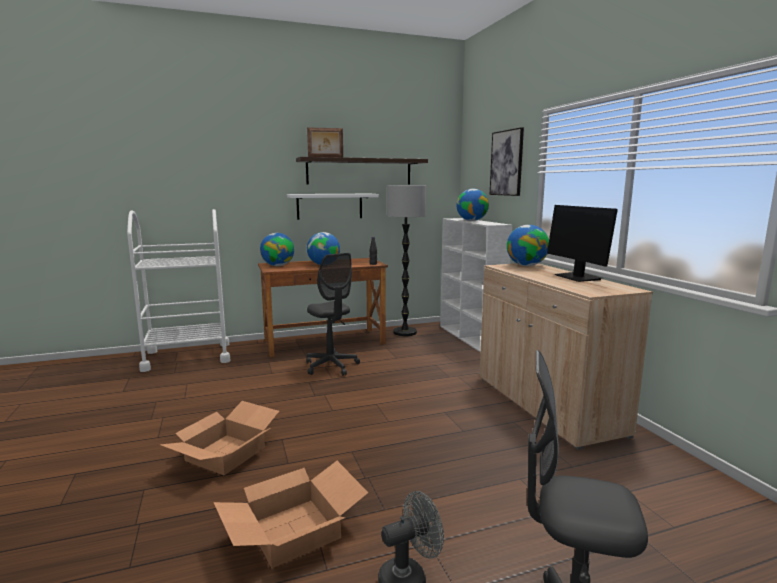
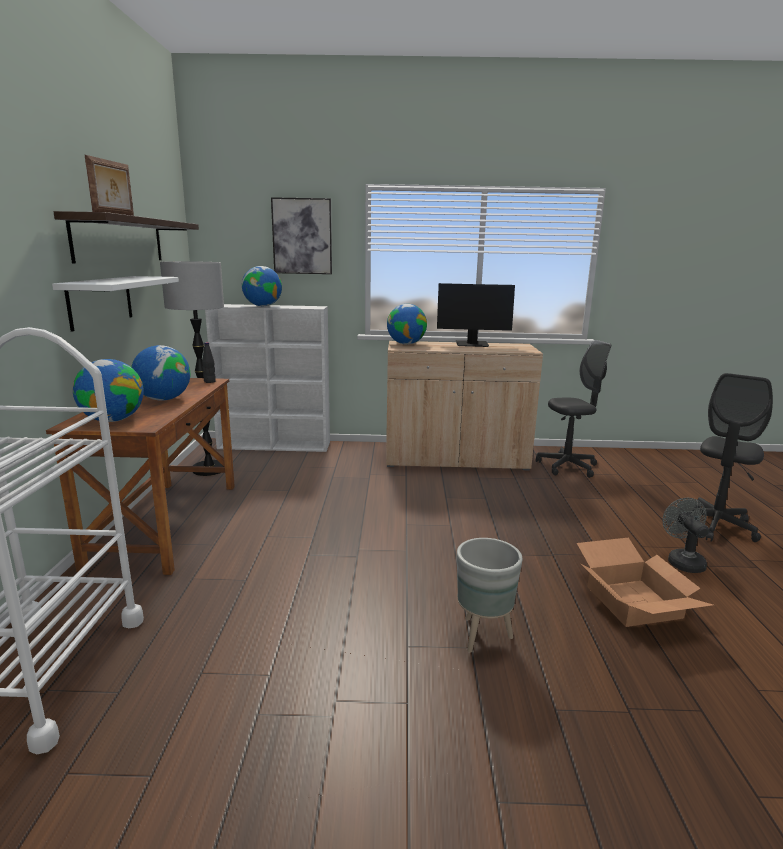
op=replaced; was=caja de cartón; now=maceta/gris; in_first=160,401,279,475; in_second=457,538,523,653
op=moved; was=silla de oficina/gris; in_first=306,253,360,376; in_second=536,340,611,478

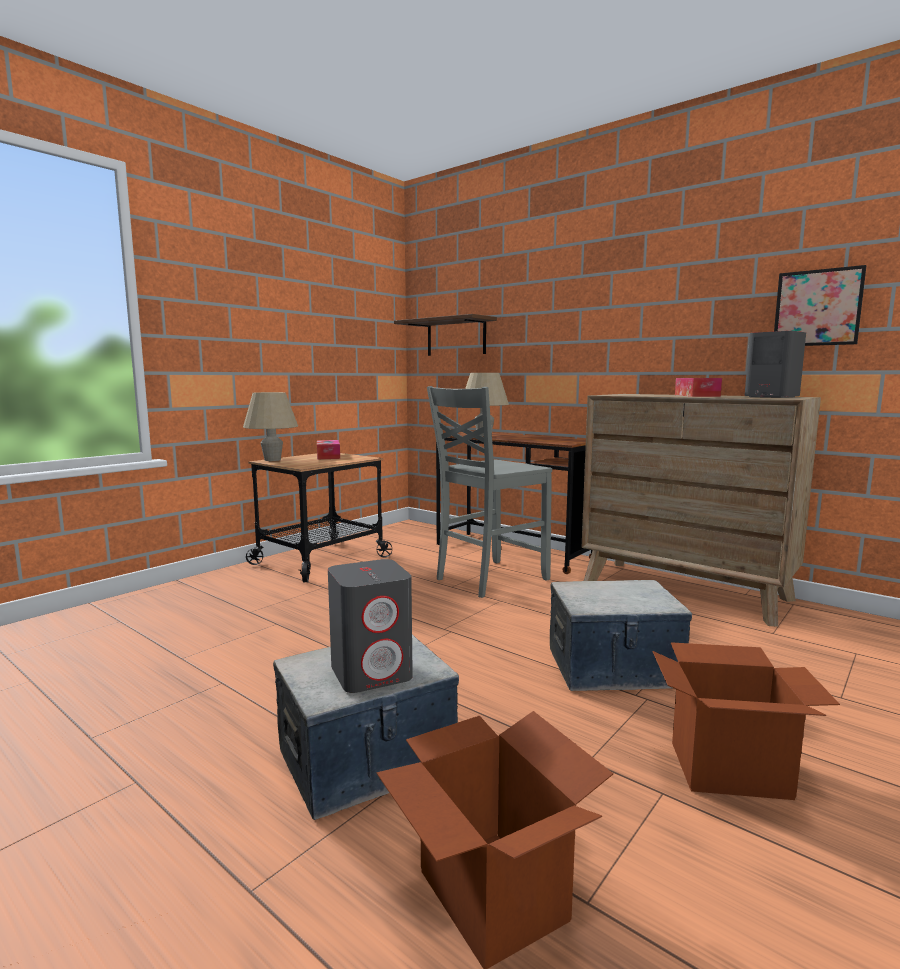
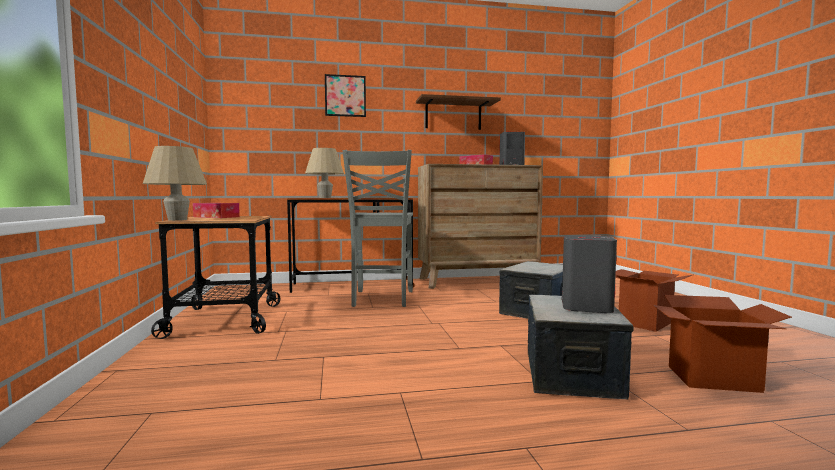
op=moved; was=cuadro; in_first=774,265,867,346; in_second=325,74,366,117
op=moved; was=estante/marrón; in_first=394,314,497,356; in_second=416,94,501,130

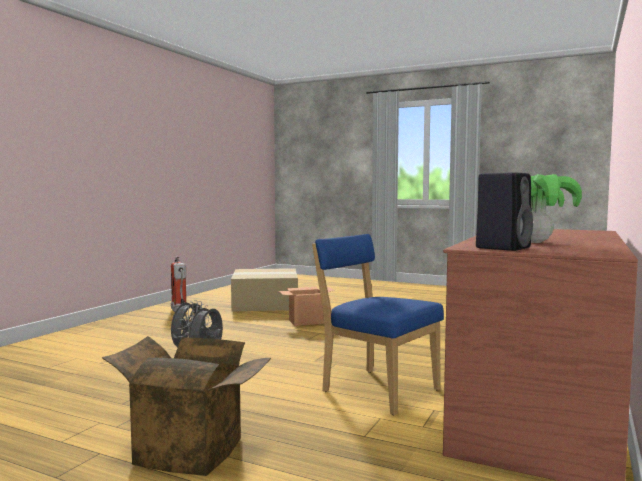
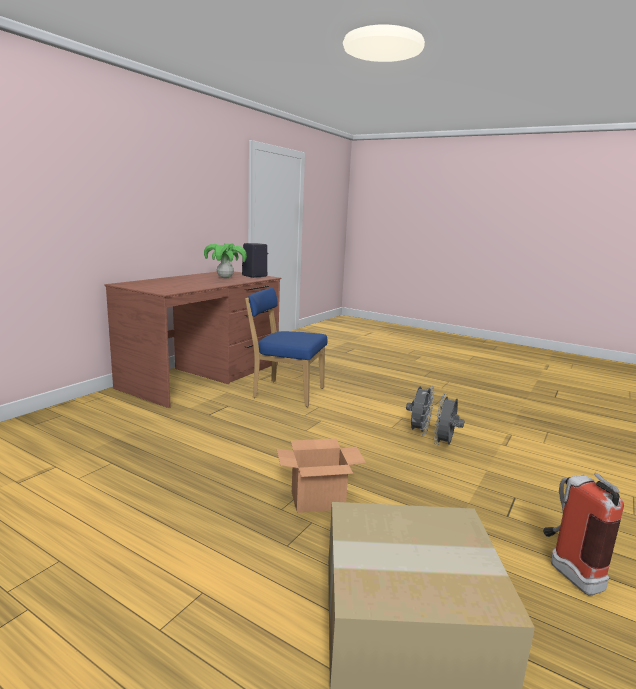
op=turned; was=silla/azul; in_first=312,234,444,416; in_second=245,288,327,407; clockwise=150
op=removed; was=caja de cartón; in_first=102,336,271,476

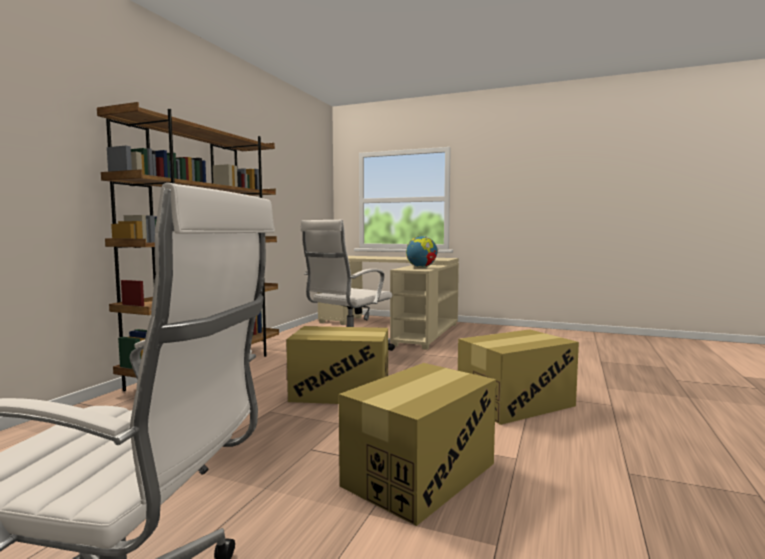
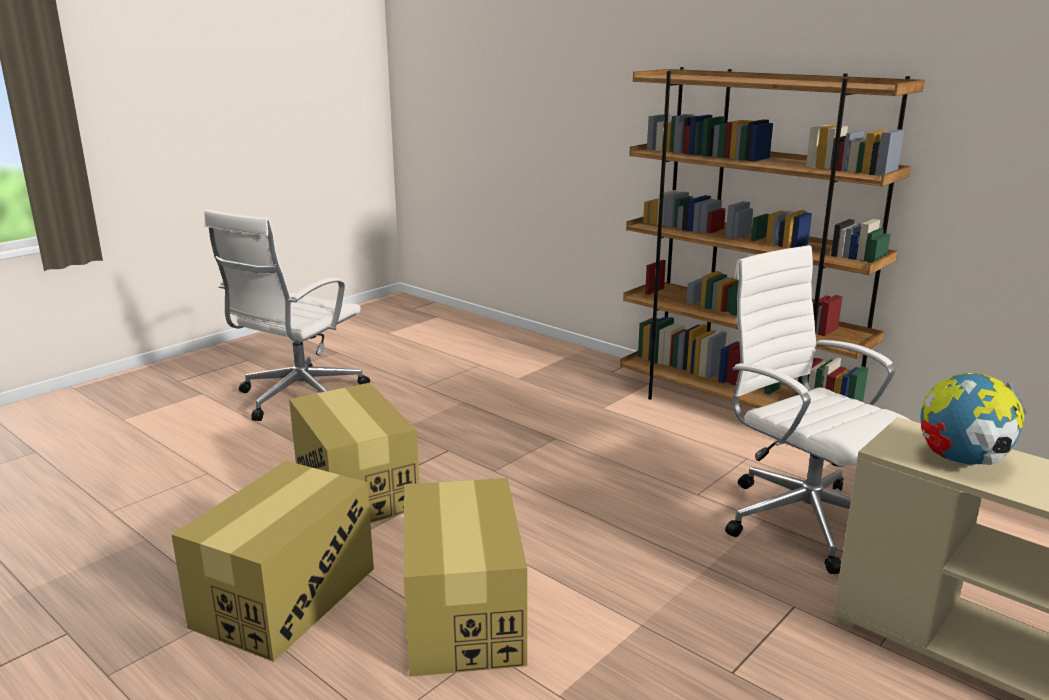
op=moved; was=caja de cartón; in_first=286,326,388,404; in_second=171,461,374,662

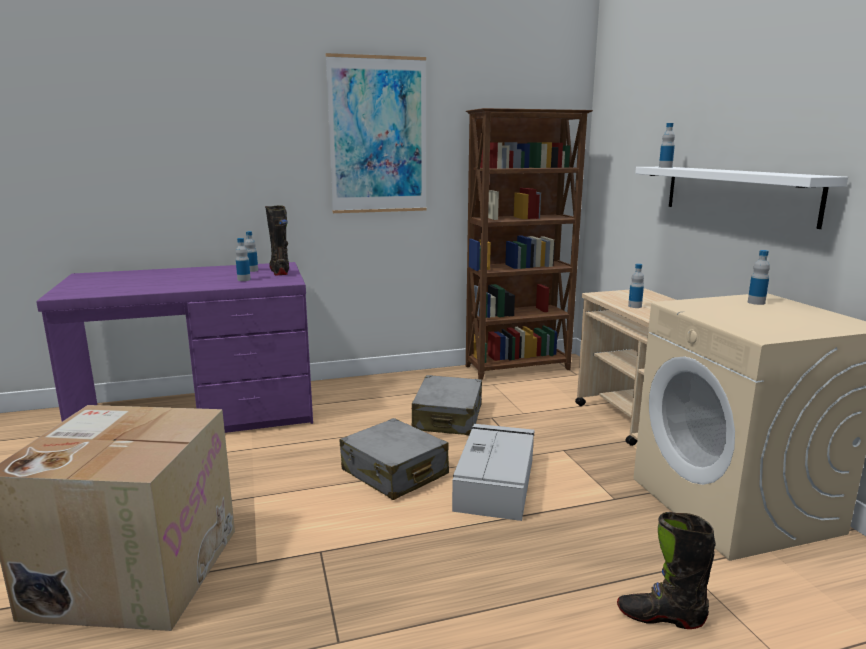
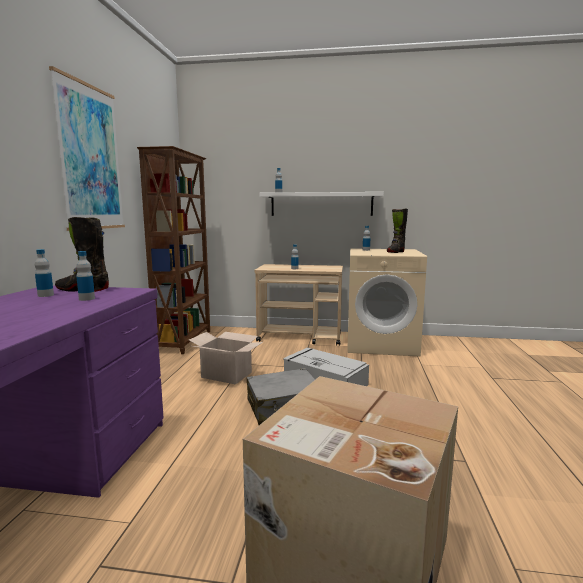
op=replaced; was=maleta/gris; now=caja de cartón; in_first=412,375,482,435; in_second=189,332,263,385
op=moved; was=bota/negro; in_first=617,512,716,629; in_second=387,209,408,253

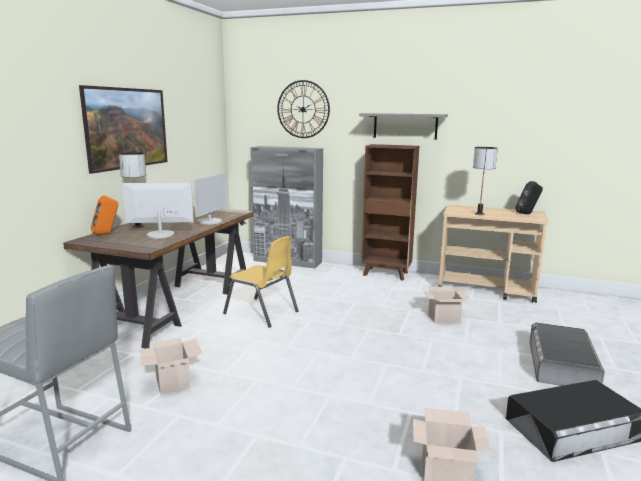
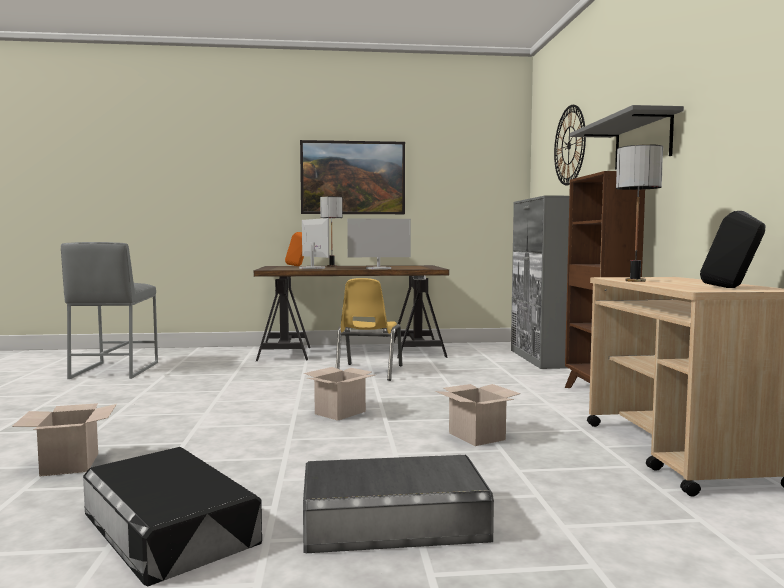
op=moved; was=caja de cartón; in_first=139,338,202,395; in_second=304,367,375,421

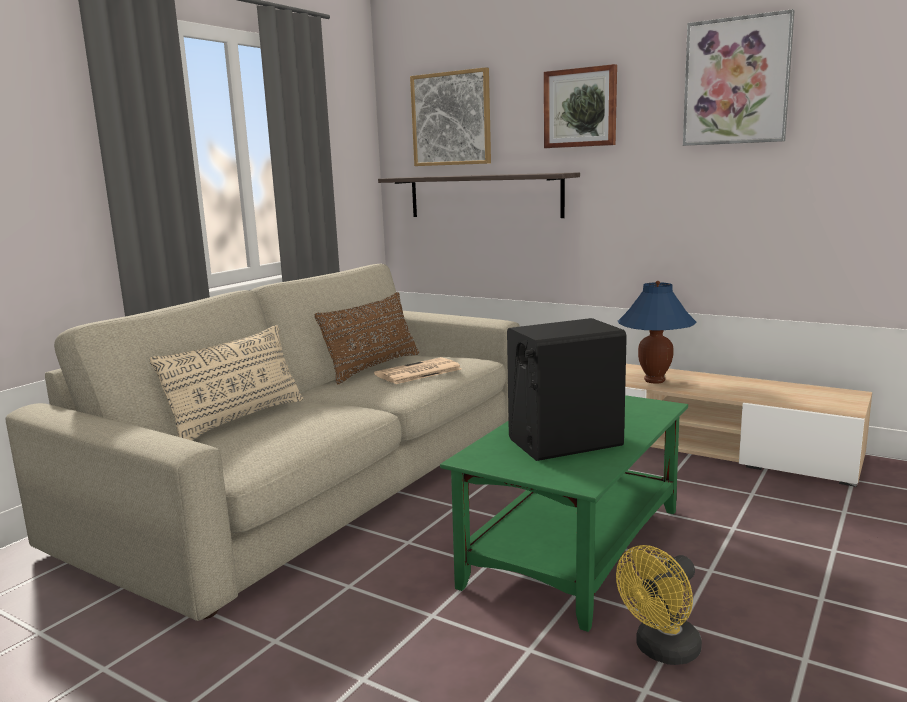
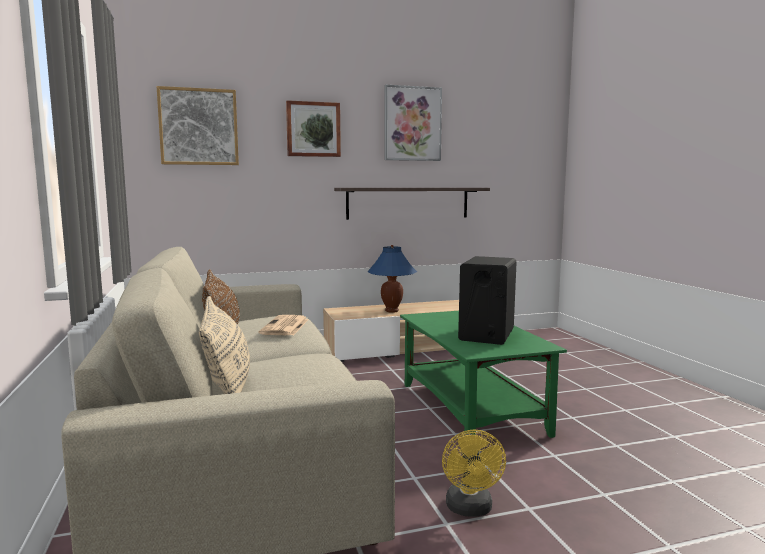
op=moved; was=estante; in_first=378,172,580,218; in_second=334,188,490,220
op=moved; was=ventilador/amarillo; in_first=616,545,702,665; in_second=442,430,506,517

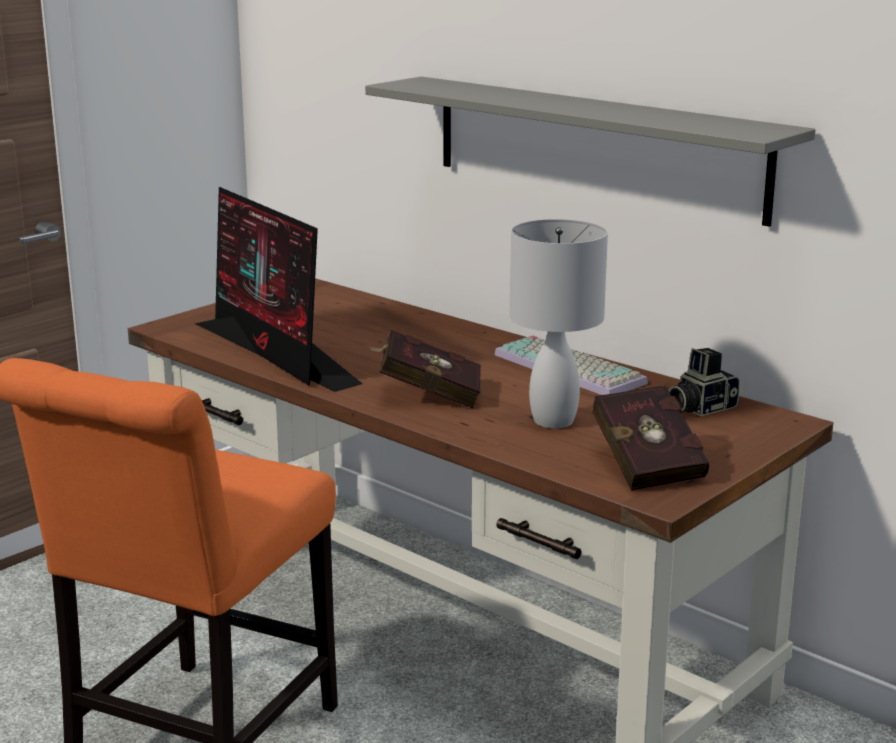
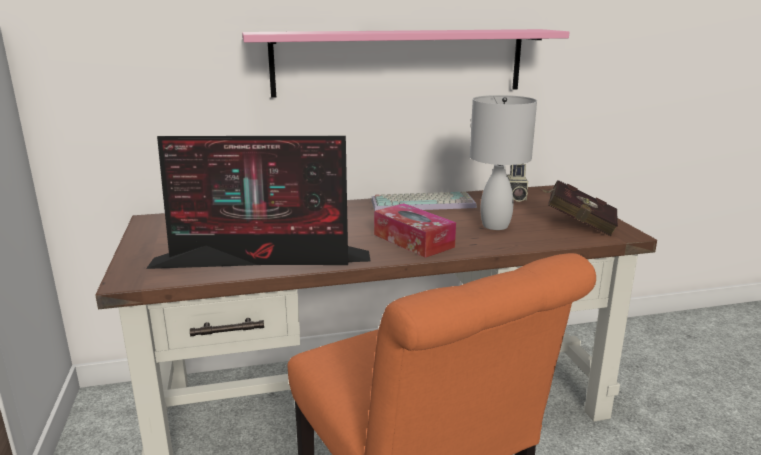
op=recoloured; was=estante/gris; now=estante/rosa; in_first=365,76,815,227; in_second=242,29,569,98
op=replaced; was=libro/rojo; now=caja de pañuelos; in_first=366,330,481,408; in_second=374,203,456,258

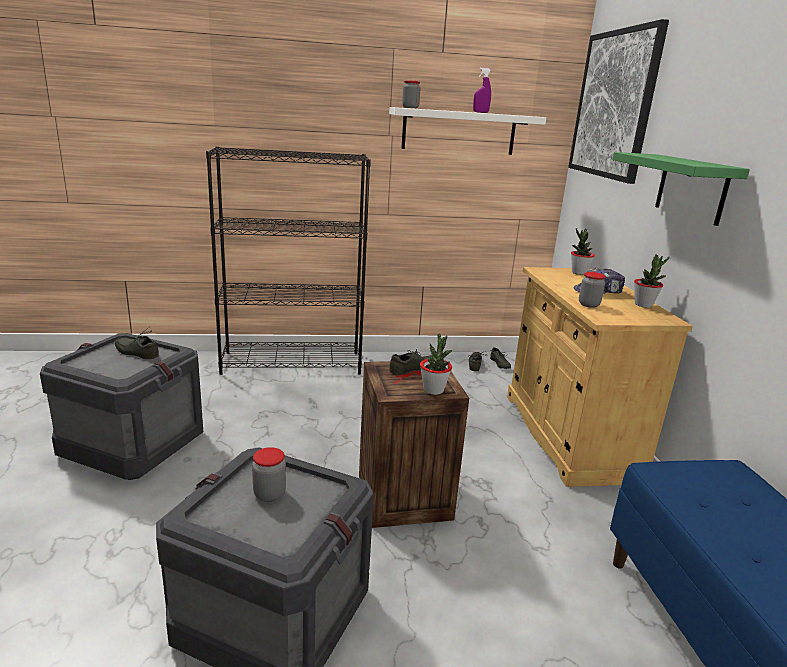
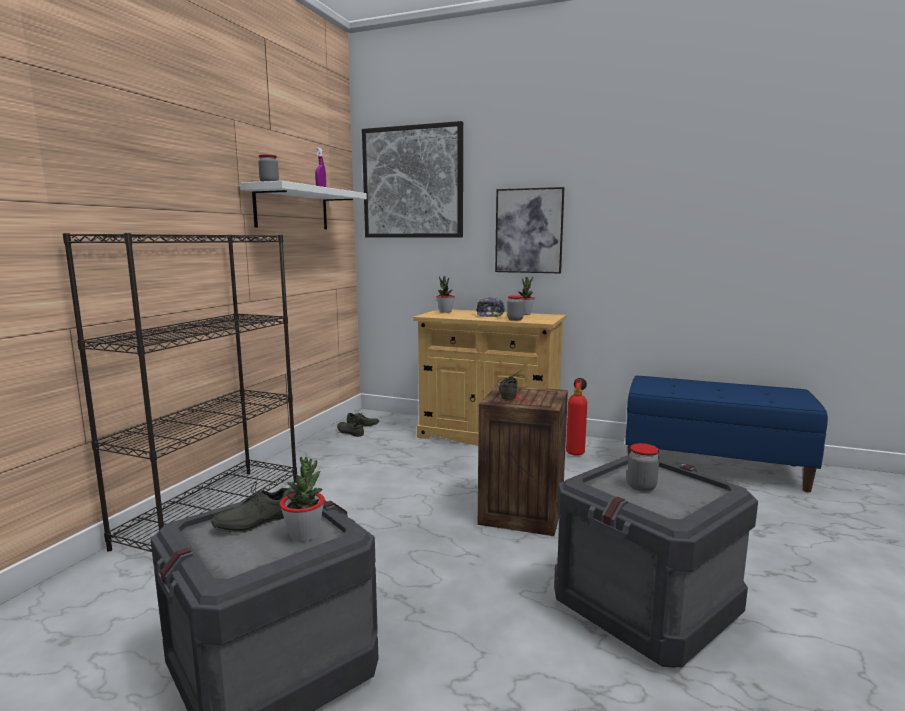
op=moved; was=planta en maceta; in_first=420,333,452,395; in_second=280,456,325,542
op=replaced; was=estante/verde; now=cuadro; in_first=613,152,750,226; in_second=495,187,564,273
op=added; now=extintor; in_second=566,378,587,456

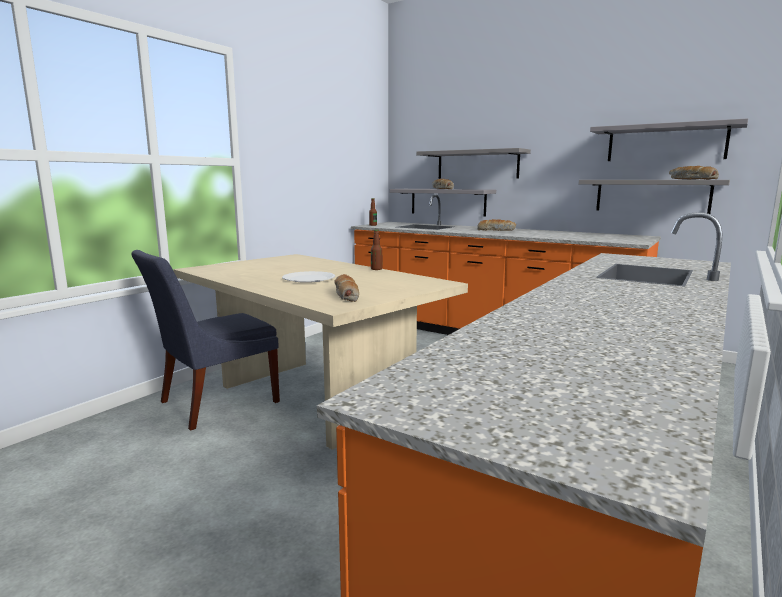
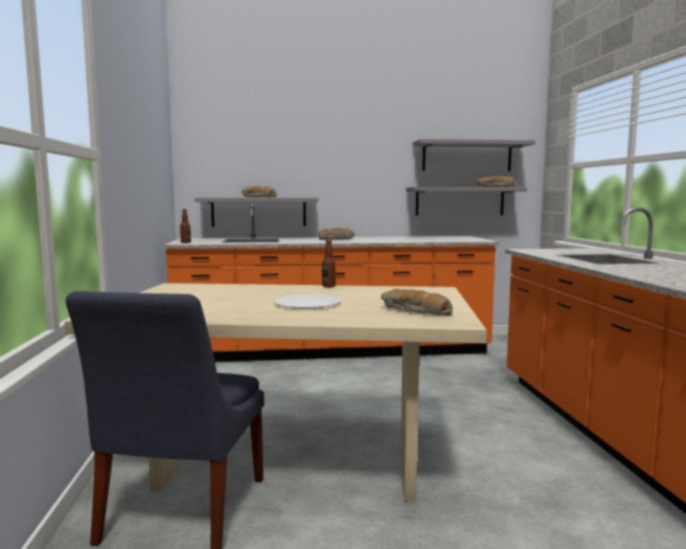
op=removed; was=estante/gris; in_first=416,148,531,179

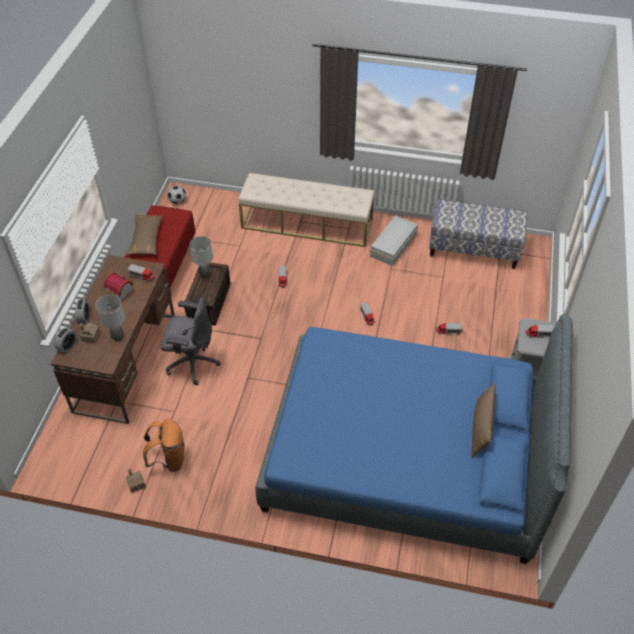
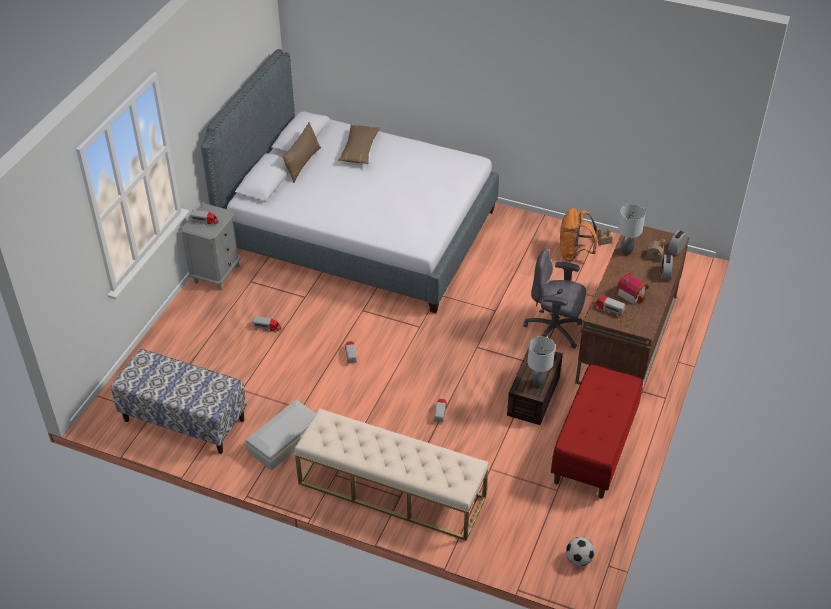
op=recoloured; was=cama/azul; now=cama/gris; in_first=255,314,573,564; in_second=201,49,499,313
op=moved; was=cojín/marrón; in_first=127,215,163,255; in_second=338,125,380,164

